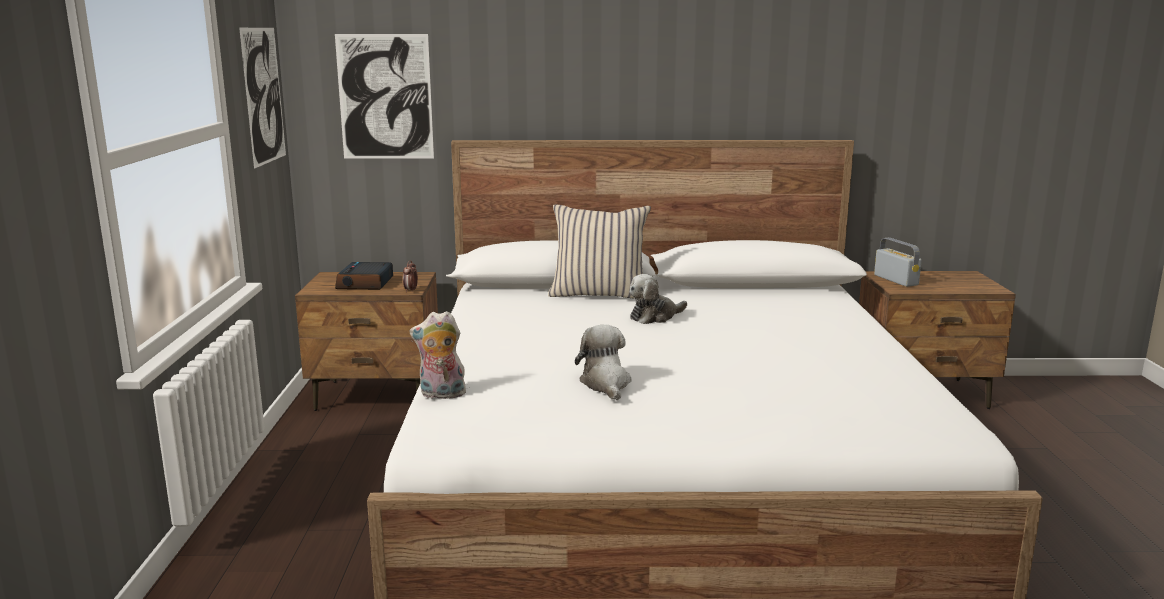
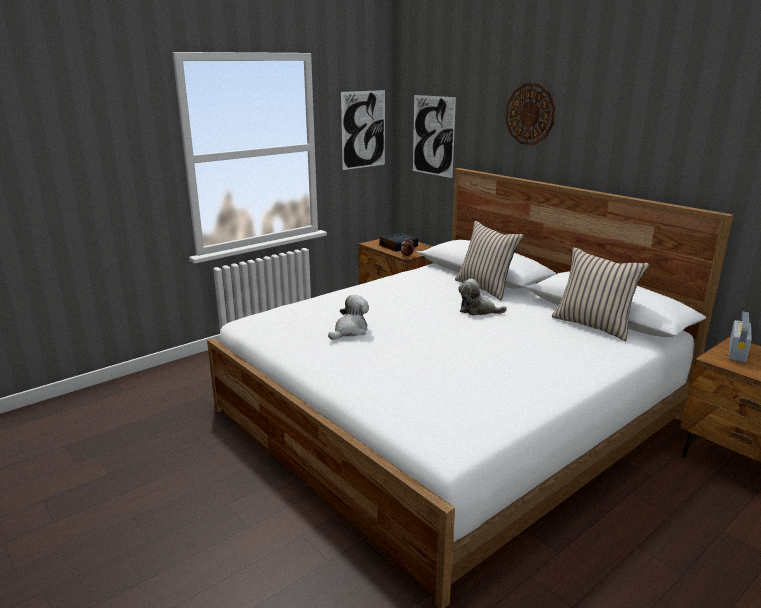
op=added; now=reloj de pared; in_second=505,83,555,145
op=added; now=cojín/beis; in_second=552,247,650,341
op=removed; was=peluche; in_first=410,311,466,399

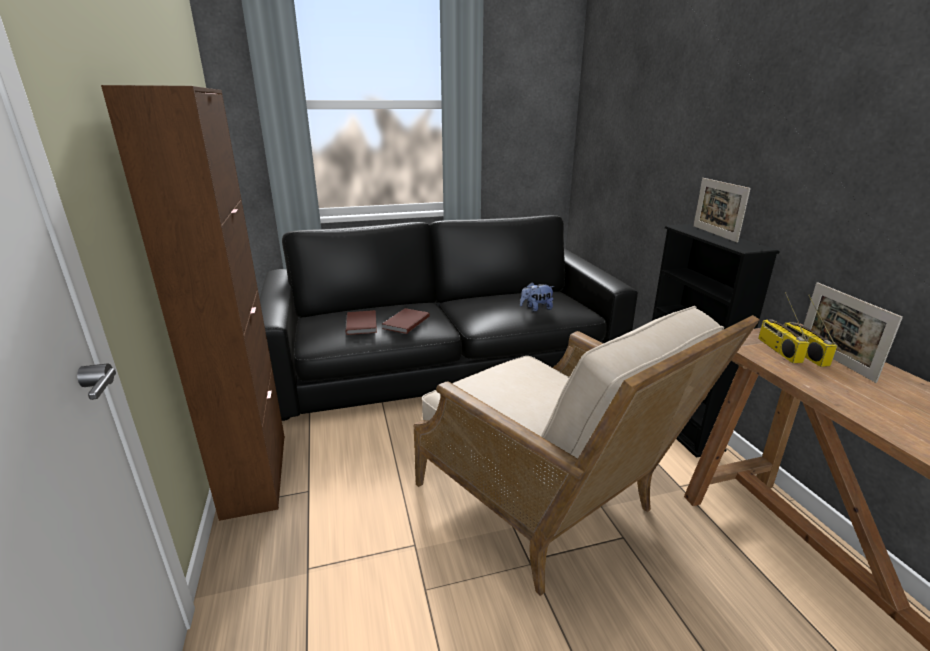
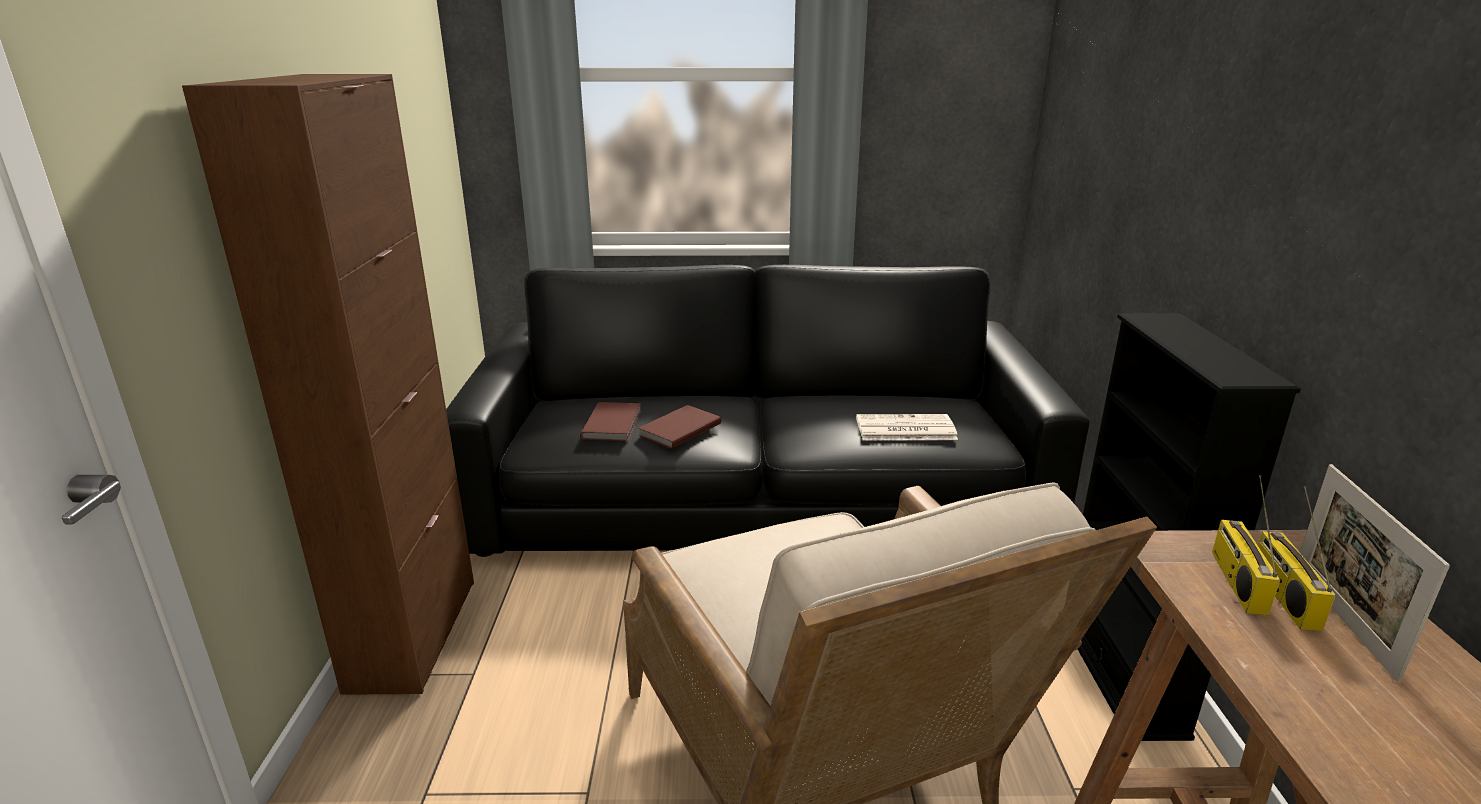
op=replaced; was=peluche; now=periódico; in_first=520,282,555,311; in_second=856,414,958,440
op=removed; was=portarretratos; in_first=693,178,751,243

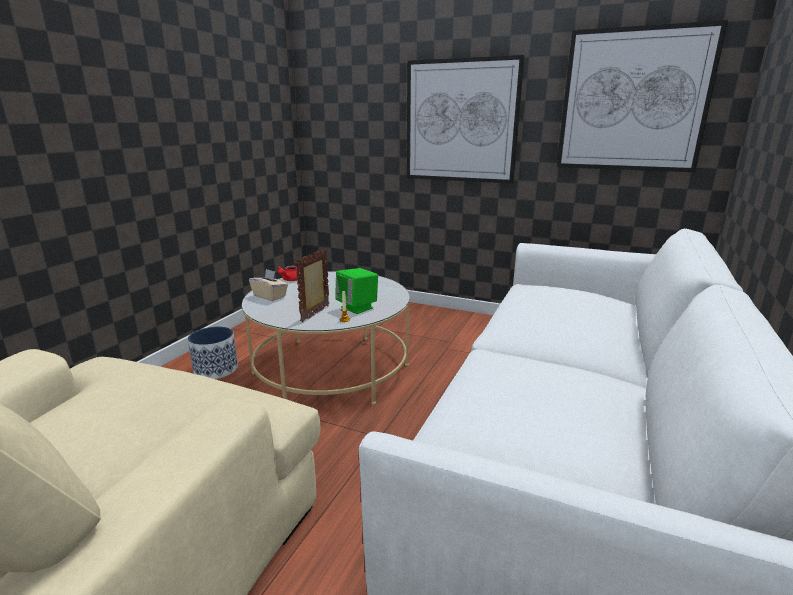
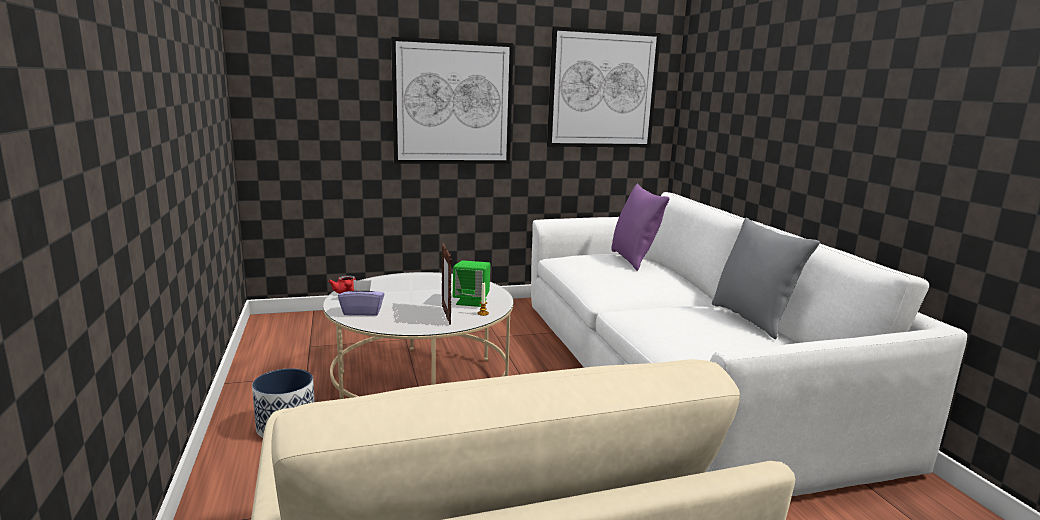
op=recoloured; was=caja de pañuelos/beis; now=caja de pañuelos/morado; in_first=249,269,288,301; in_second=338,280,384,316
op=added; now=cojín/morado; in_second=612,183,670,271
op=added; now=cojín/gris; in_second=712,217,820,339

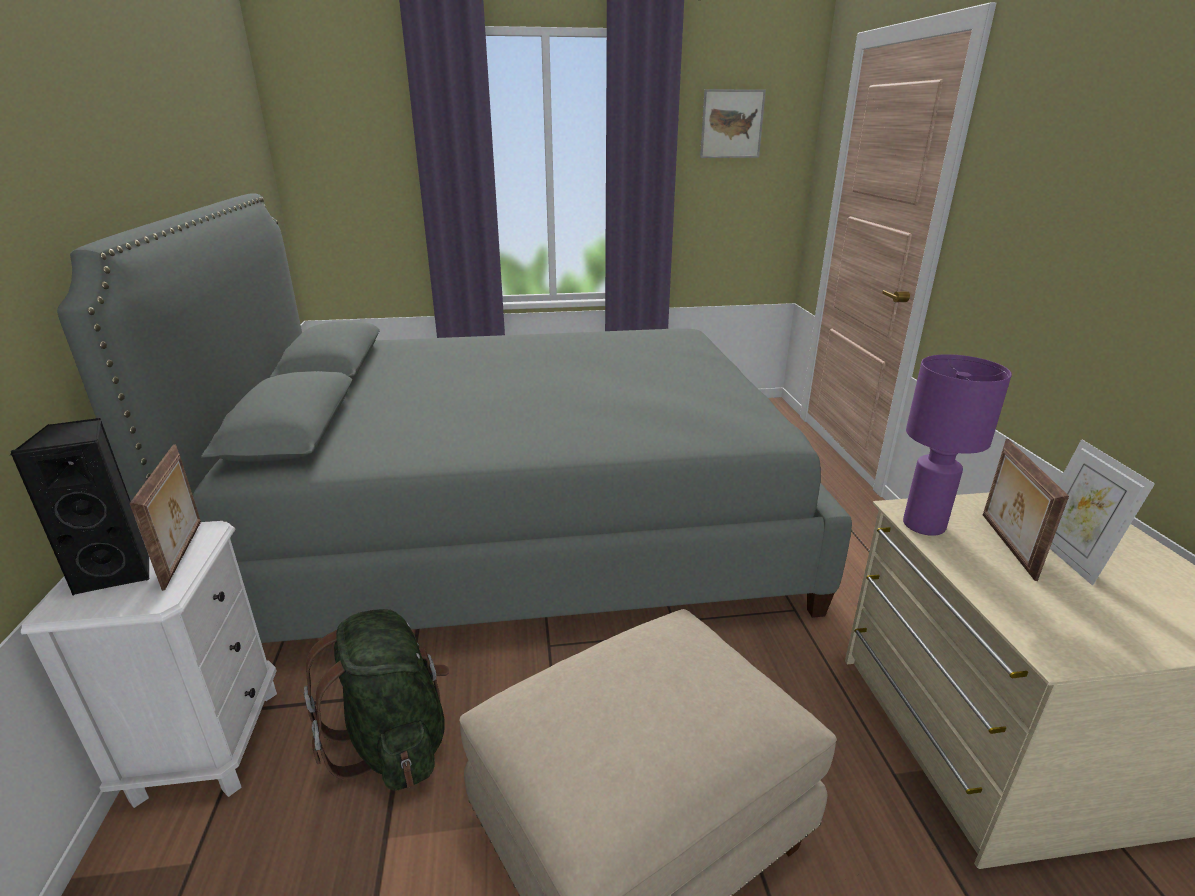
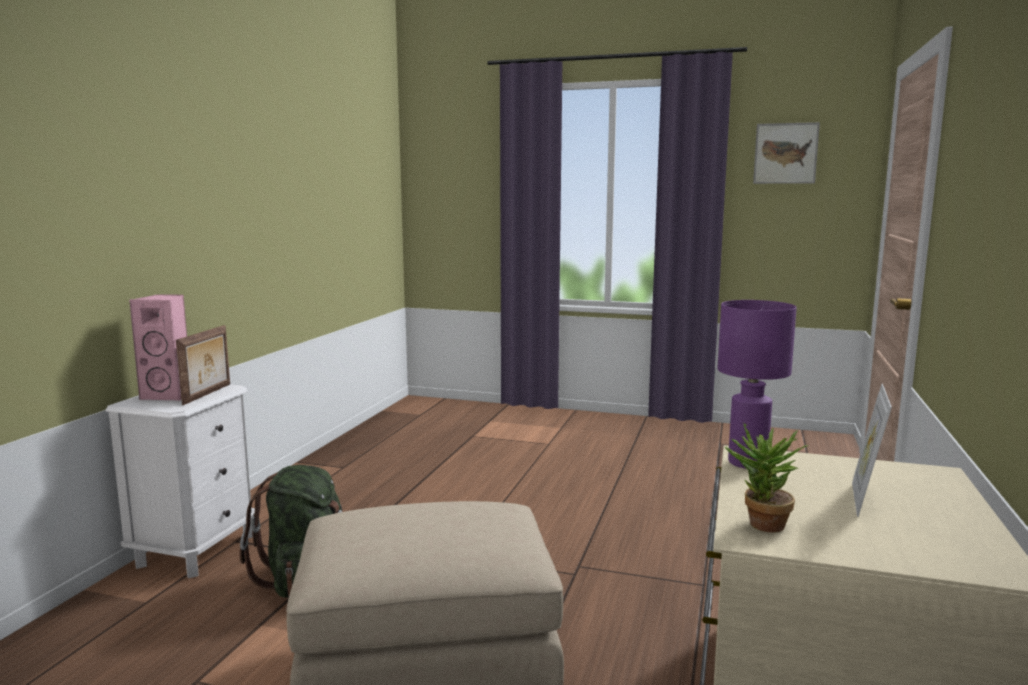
op=recoloured; was=altavoz/negro; now=altavoz/rosa; in_first=10,418,150,595; in_second=129,294,187,400
op=added; now=planta en maceta; in_second=725,423,808,532
op=removed; was=cama/gris; in_first=57,193,852,643
op=removed; was=portarretratos; in_first=983,439,1069,581

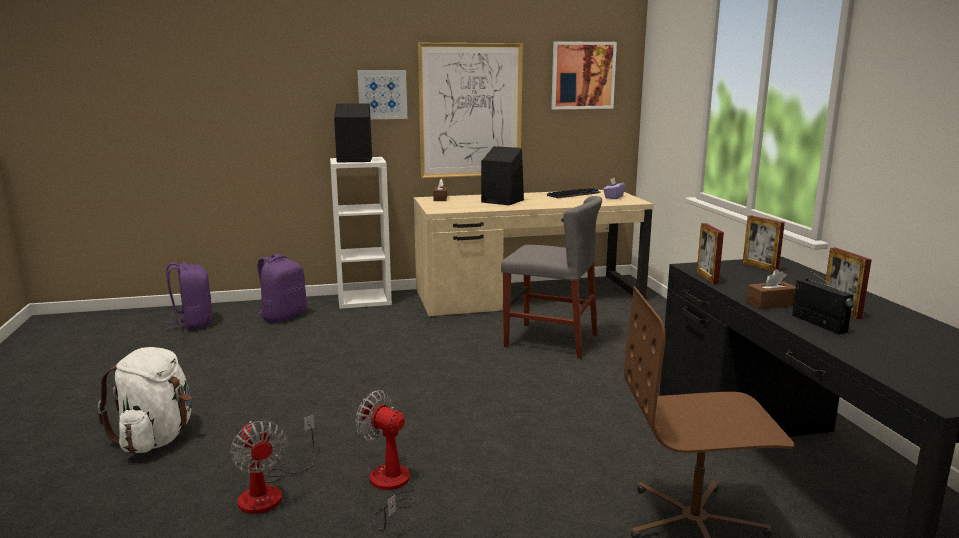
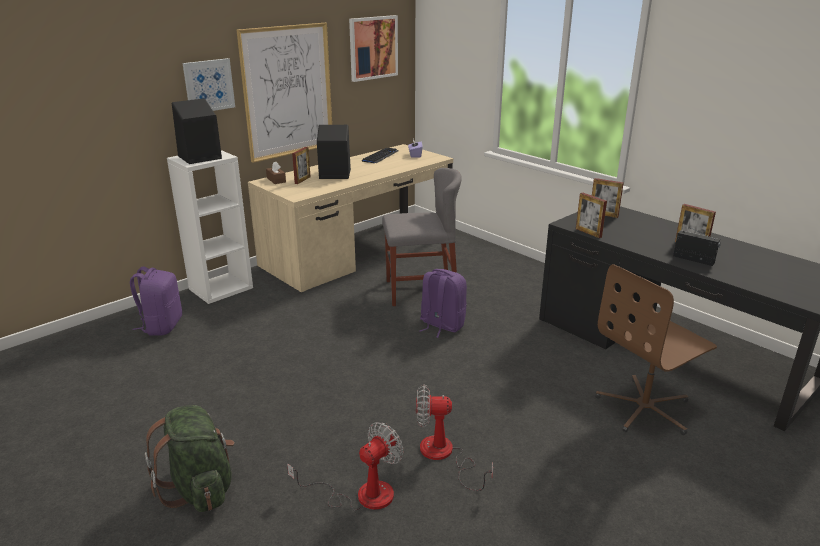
op=recoloured; was=mochila/blanco; now=mochila/verde; in_first=97,347,192,454; in_second=145,405,234,512
op=turned; was=ventilador; in_first=230,415,315,514; in_second=287,422,403,511; clockwise=-75
op=added; now=portarretratos; in_second=292,147,310,184
op=moved; was=mochila/morado; in_first=164,262,212,330; in_second=420,269,467,338
op=removed; was=caja de pañuelos/marrón; in_first=746,269,796,309

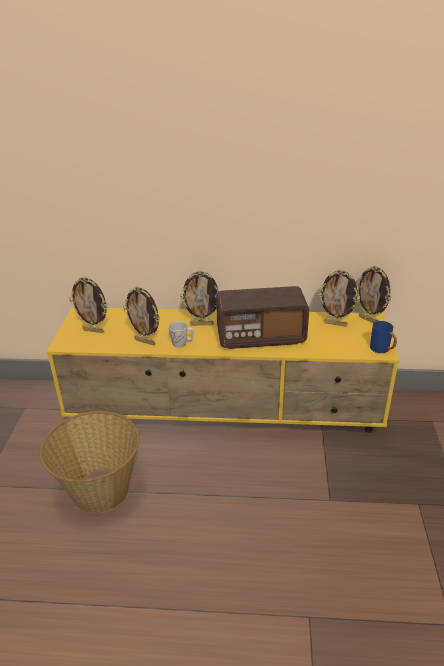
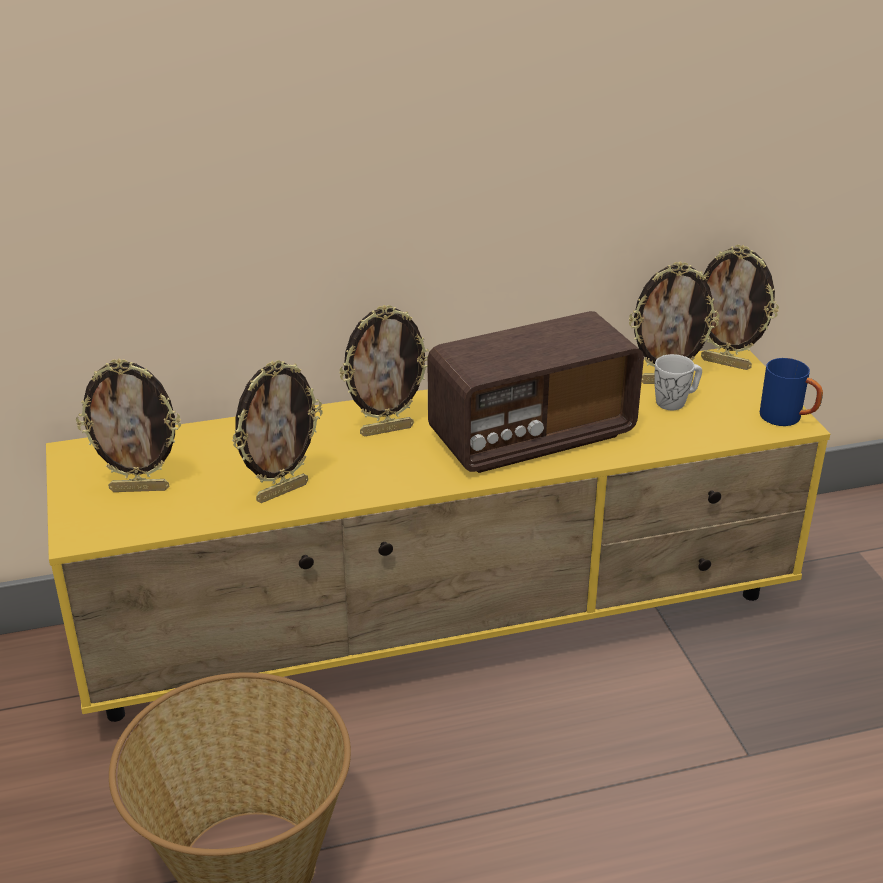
op=turned; was=portarretratos; in_first=123,286,160,345; in_second=232,360,323,503; clockwise=-45
op=moved; was=taza grande/blanco; in_first=169,321,194,347; in_second=654,354,702,410

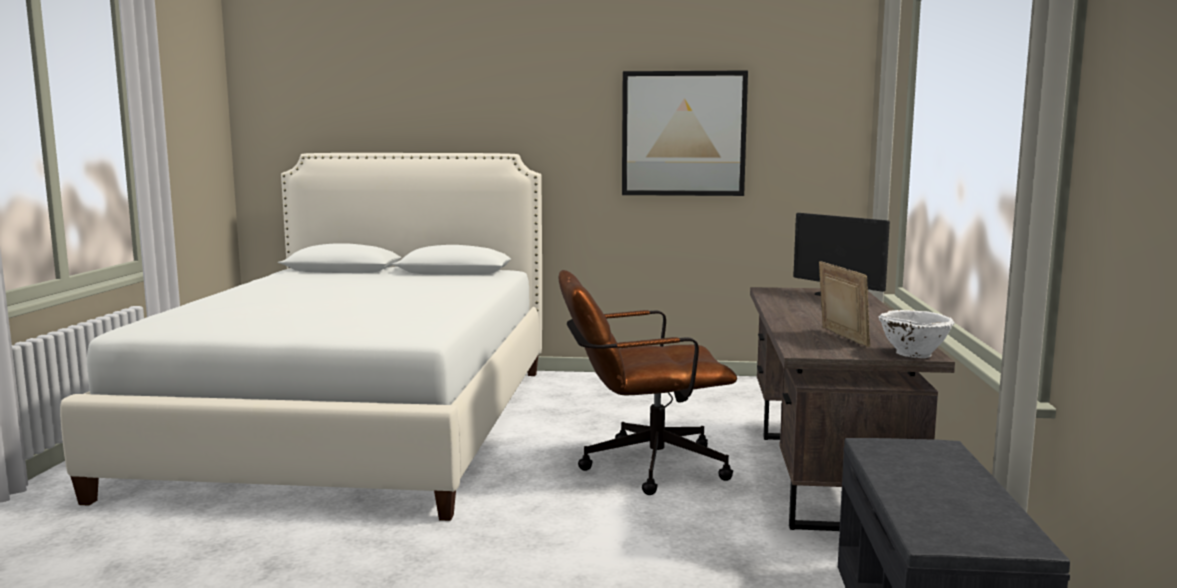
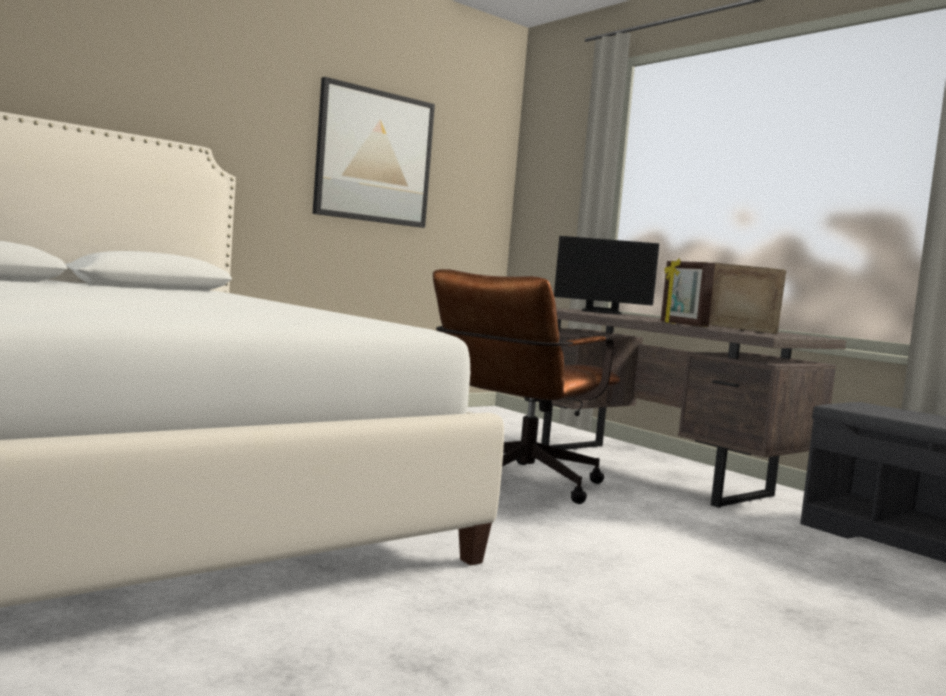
op=added; now=portarretratos; in_second=661,259,715,327
op=removed; was=cuenco/blanco; in_first=879,310,954,358

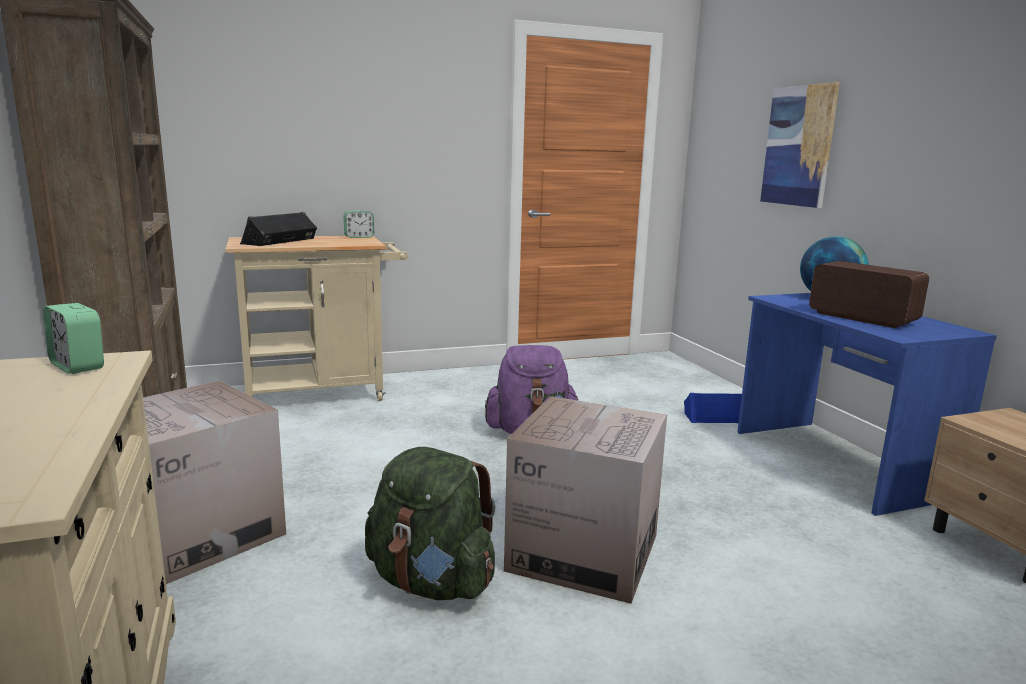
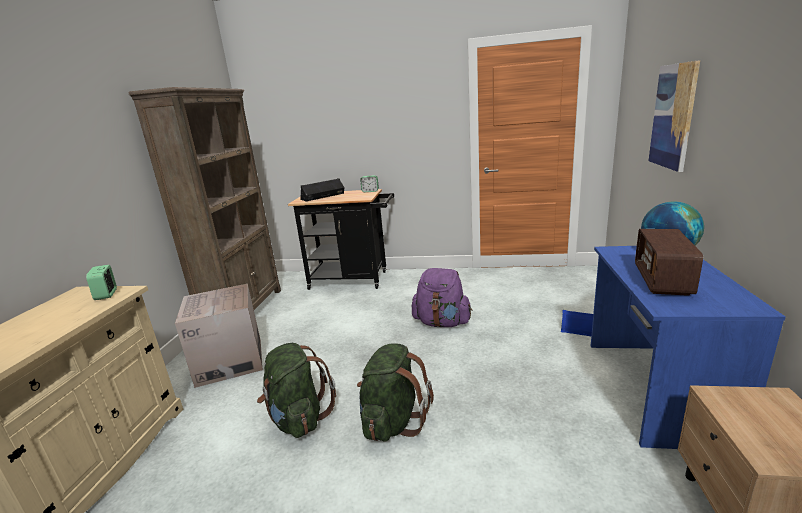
op=recoloured; was=carrito/beis; now=carrito/negro; in_first=225,236,408,401; in_second=288,189,394,290
op=replaced; was=caja de cartón; now=mochila/verde; in_first=504,396,667,604; in_second=357,343,434,441
op=turned; was=radio; in_first=809,261,929,328; in_second=635,229,703,296; clockwise=-150

